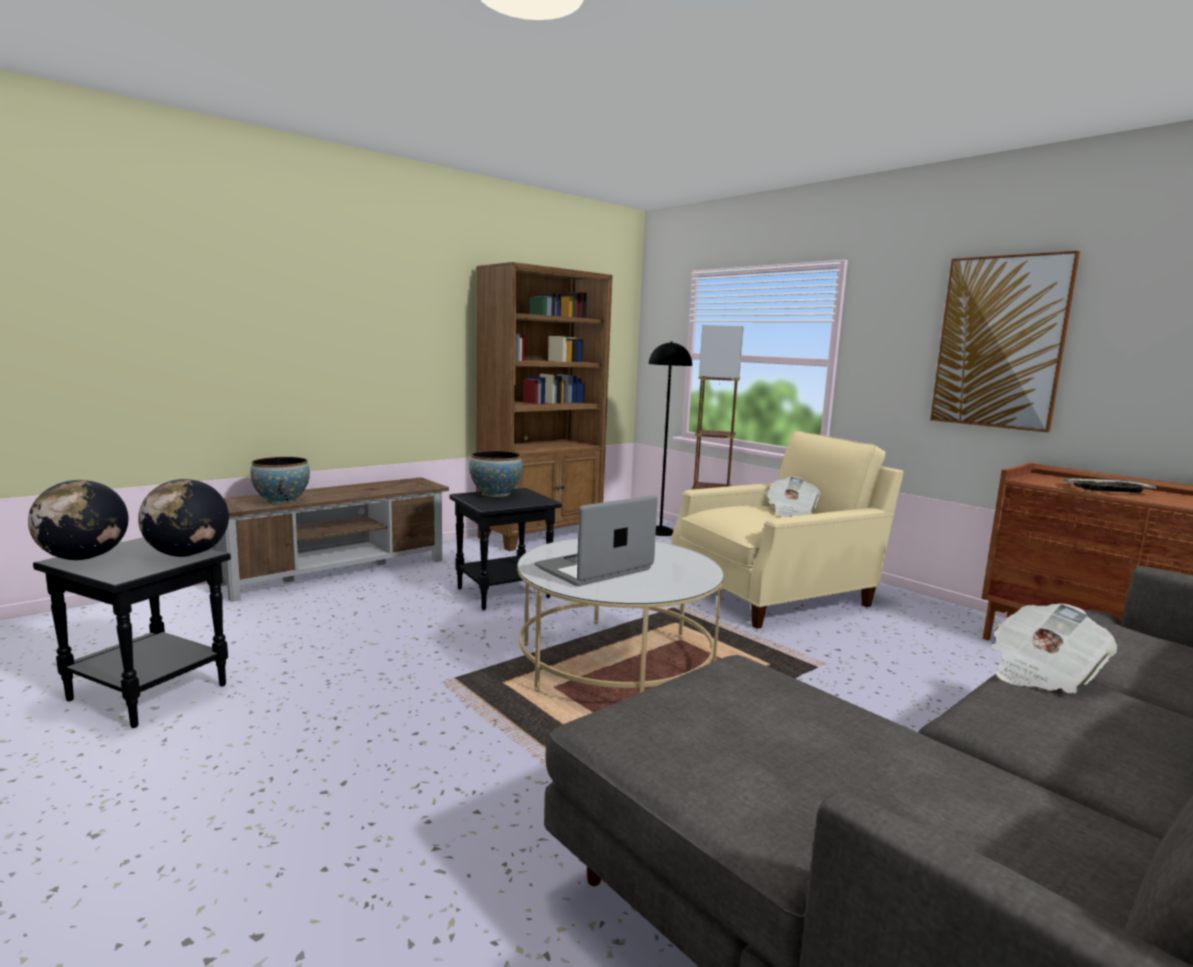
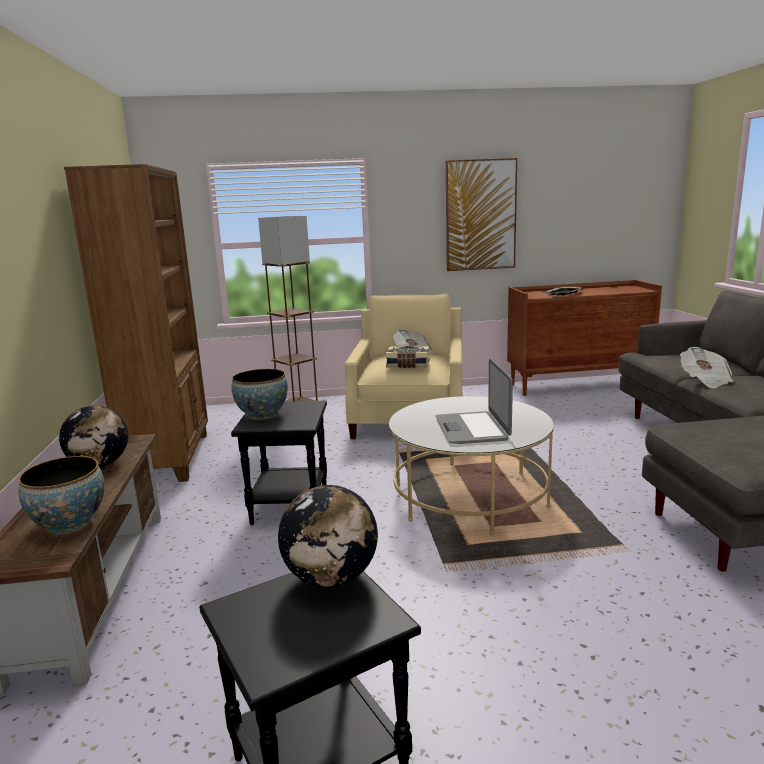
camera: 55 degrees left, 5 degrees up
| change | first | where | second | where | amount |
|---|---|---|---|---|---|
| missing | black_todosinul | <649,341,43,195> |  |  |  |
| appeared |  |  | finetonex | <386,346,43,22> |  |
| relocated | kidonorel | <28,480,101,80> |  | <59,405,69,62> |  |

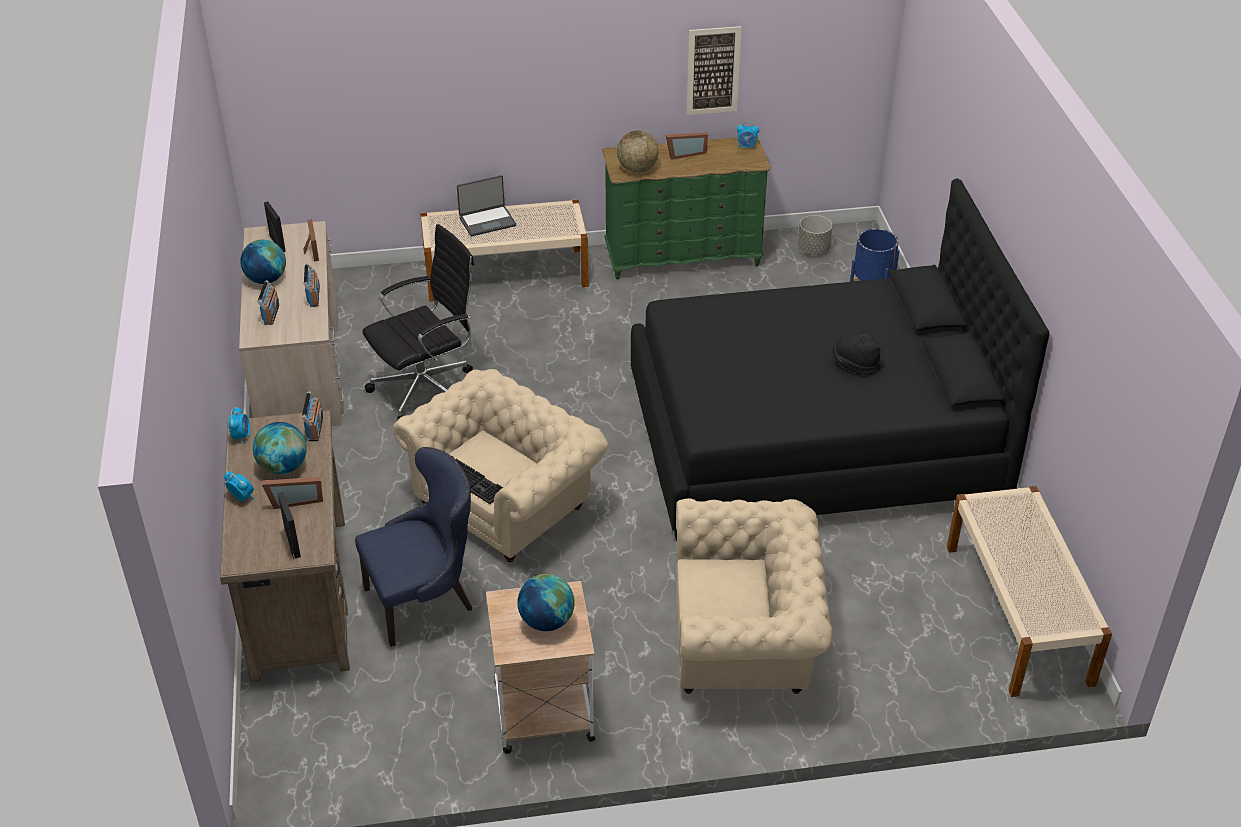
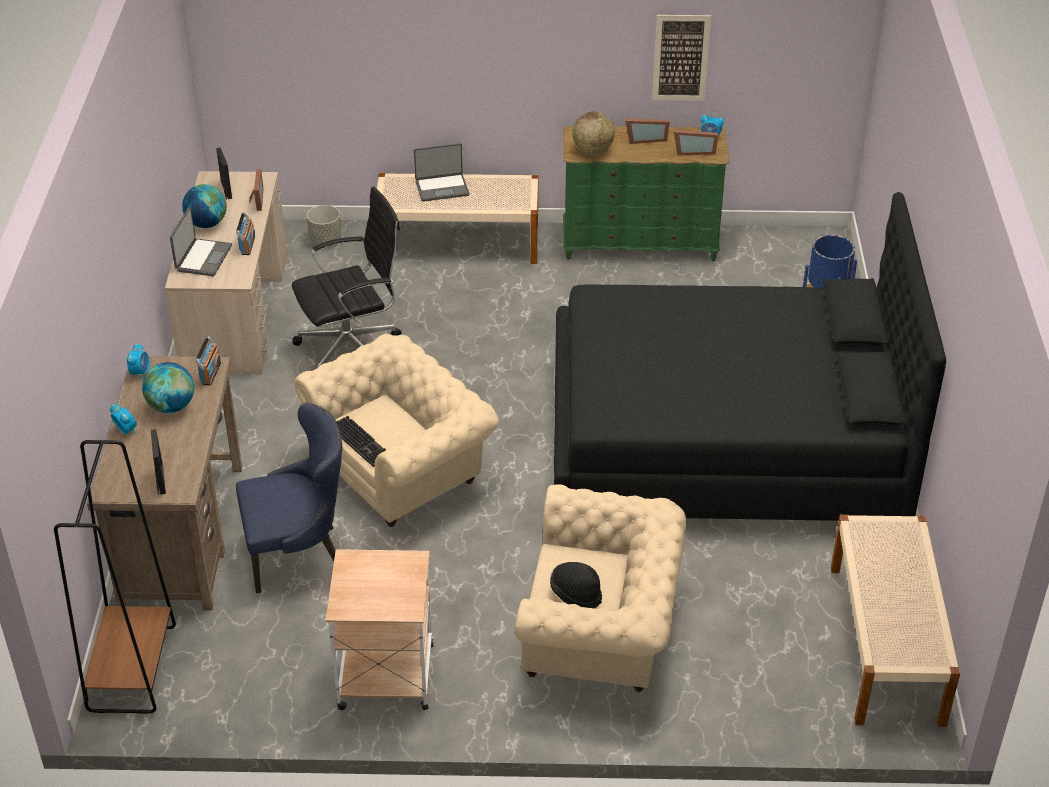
camera: 10 degrees right, 0 degrees up
| change | first | where | second | where | amount |
|---|---|---|---|---|---|
| missing | kidonorel | <518,574,57,57> |  |  |  |
| appeared |  |  | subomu | <54,440,122,274> |  |
| relocated | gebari | <261,477,62,32> |  | <673,129,45,27> |  |
| relocated | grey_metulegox | <798,215,34,40> |  | <307,205,35,40> |  |
| relocated | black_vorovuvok | <833,334,48,41> |  | <550,562,52,46> |  |
| exchanged | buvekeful | <258,280,21,45> | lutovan | <170,207,62,69> |  |

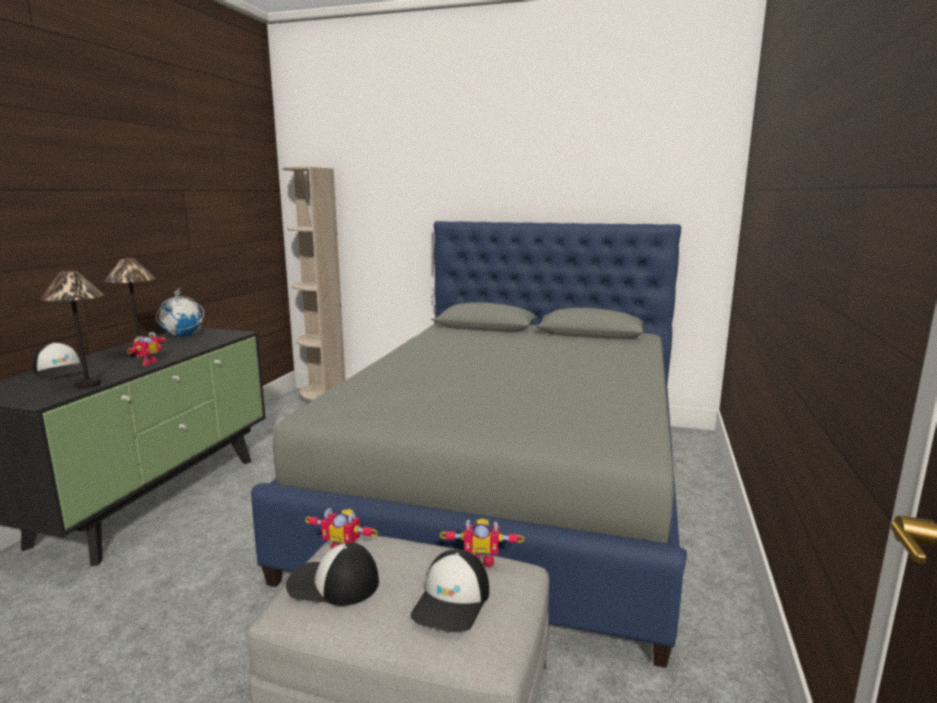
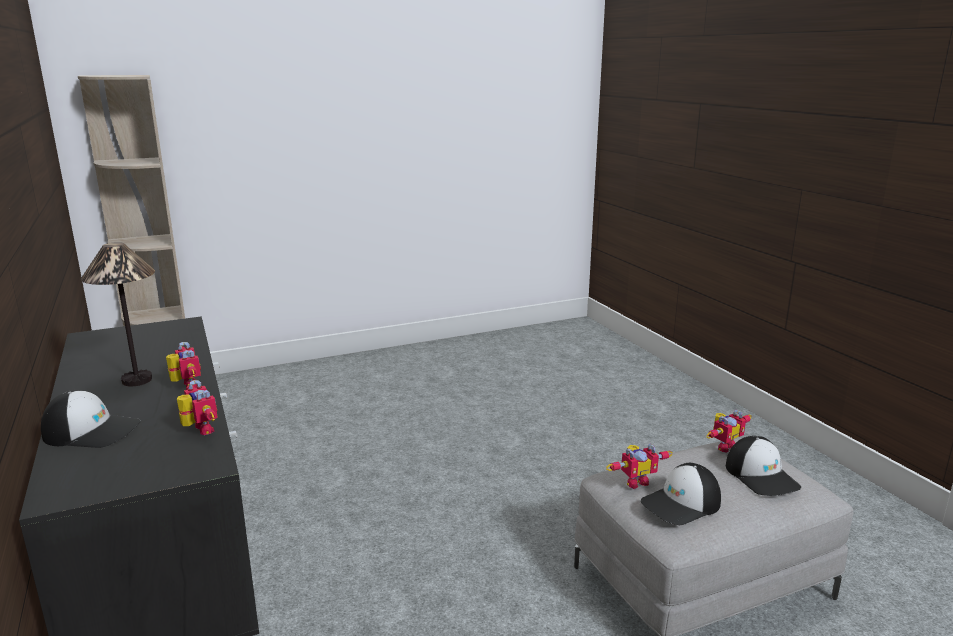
camera: 40 degrees left, 5 degrees up
| change | first | where | second | where | amount |
|---|---|---|---|---|---|
| missing | kidonorel | <156,288,48,49> |  |  |  |
| missing | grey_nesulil | <251,221,436,447> |  |  |  |
| exchanged | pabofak | <40,271,64,118> | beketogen | <177,380,41,55> |  |

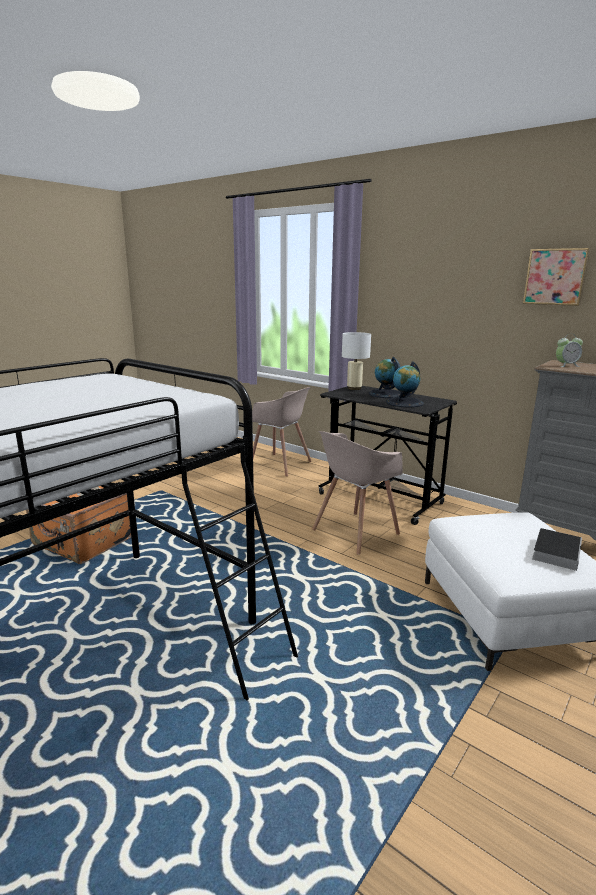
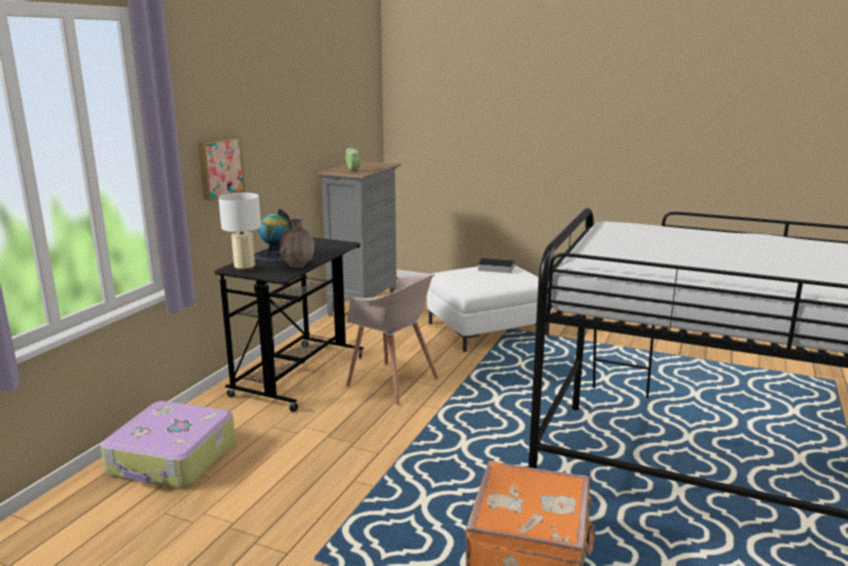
camera: 105 degrees left, 0 degrees up
| change | first | where | second | where | amount |
|---|---|---|---|---|---|
| missing | kidonorel | <386,361,38,47> |  |  |  |
| appeared |  |  | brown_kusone | <279,217,36,51> |  |
| relocated | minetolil | <523,248,67,58> |  | <198,136,47,65> |  |
| exchanged | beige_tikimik | <252,387,60,89> | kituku | <101,401,134,87> |  |

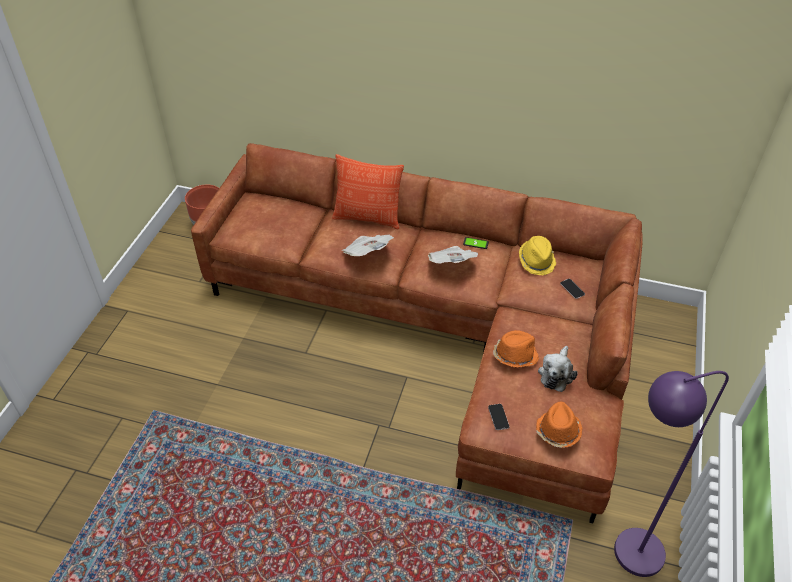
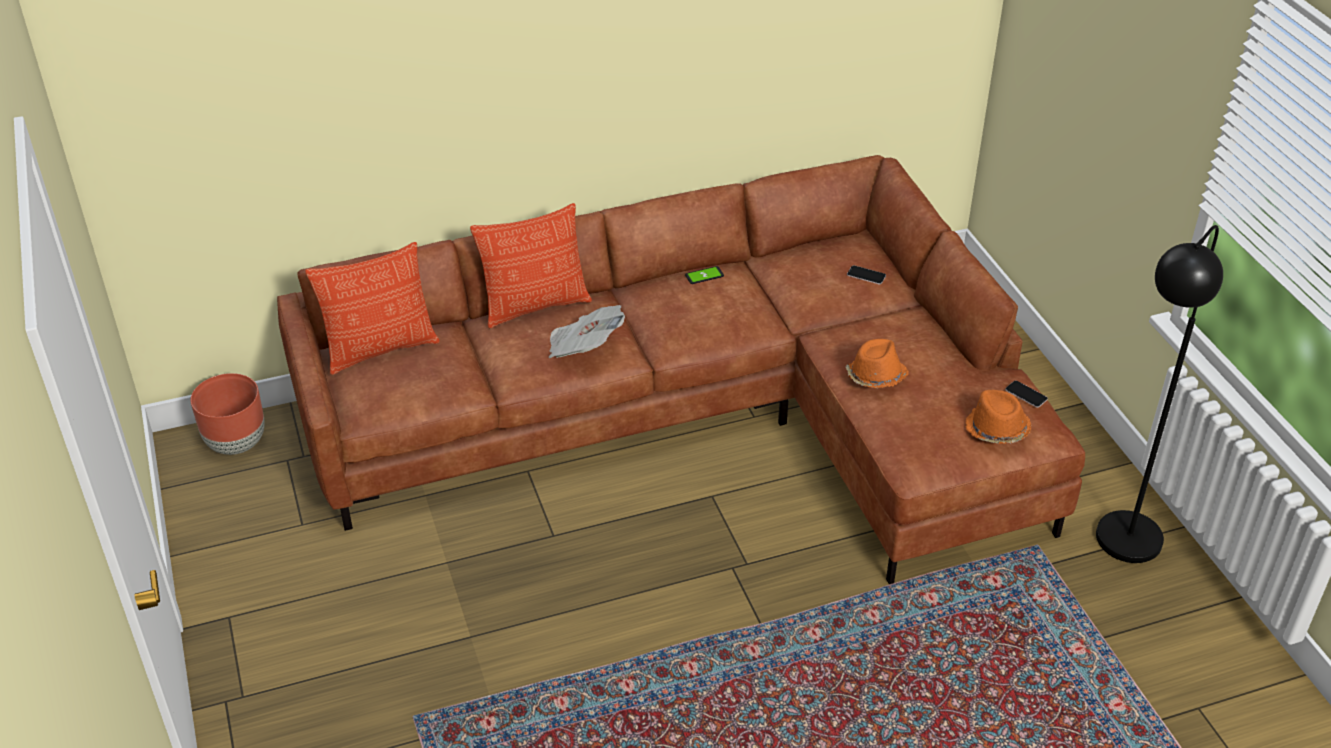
camera: 35 degrees left, 5 degrees down
| change | first | where | second | where | amount |
|---|---|---|---|---|---|
| missing | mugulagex | <428,246,50,17> |  |  |  |
| missing | yellow_vorovuvok | <519,236,37,39> |  |  |  |
| missing | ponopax | <538,346,40,46> |  |  |  |
| appeared |  |  | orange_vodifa | <305,242,135,133> |  |
| relocated | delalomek | <488,404,21,26> |  | <1005,380,43,28> |  |
| colour | purple_todosinul | <614,371,115,206> | black_todosinul | <1096,225,127,338> |  |

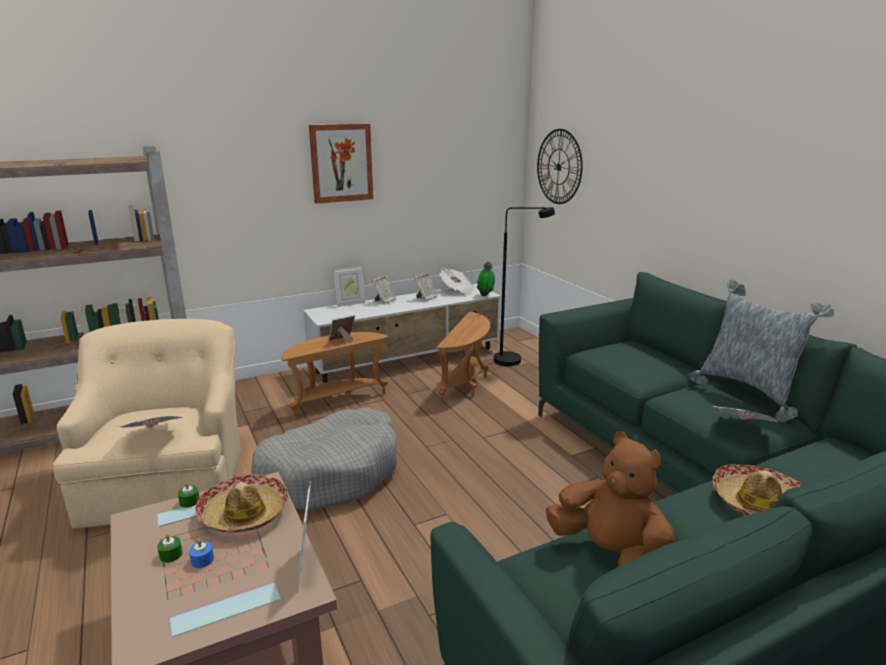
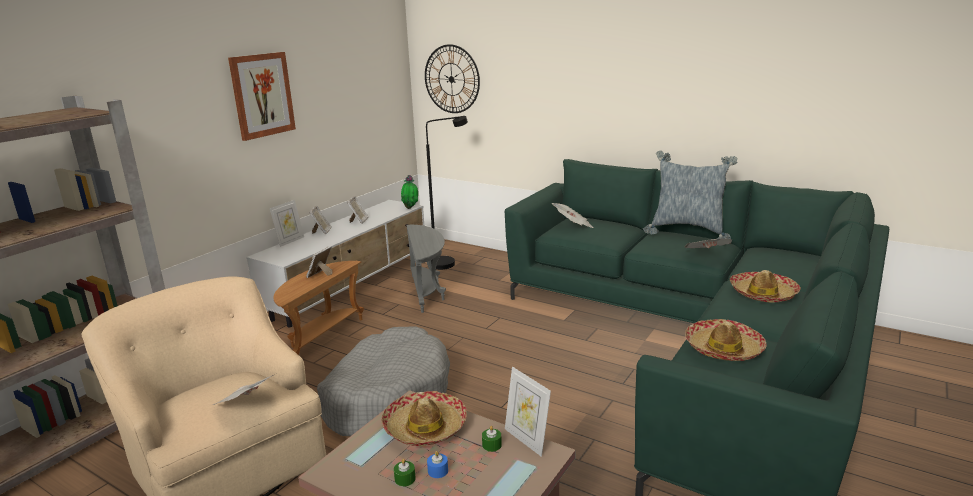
camera: 30 degrees left, 0 degrees up
| change | first | where | second | where | amount |
|---|---|---|---|---|---|
| relocated | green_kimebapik | <178,482,21,26> |  | <482,426,20,26> |  |
| relocated | mugulagex | <439,268,36,27> |  | <552,203,42,25> |  |
| exchanged | brown_ponopax | <546,431,129,136> | vorovuvok | <685,319,82,42> |  |
| colour | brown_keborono | <437,312,53,91> | grey_keborono | <406,224,40,89> |  |

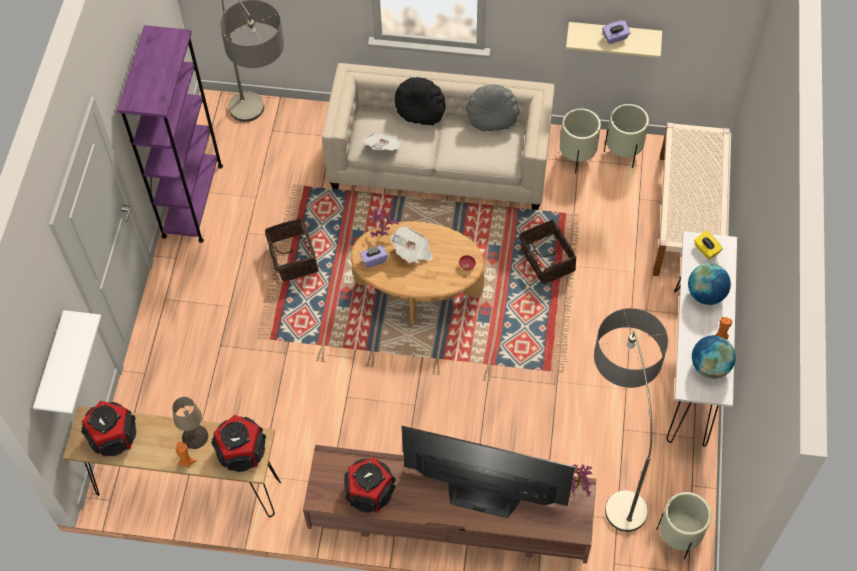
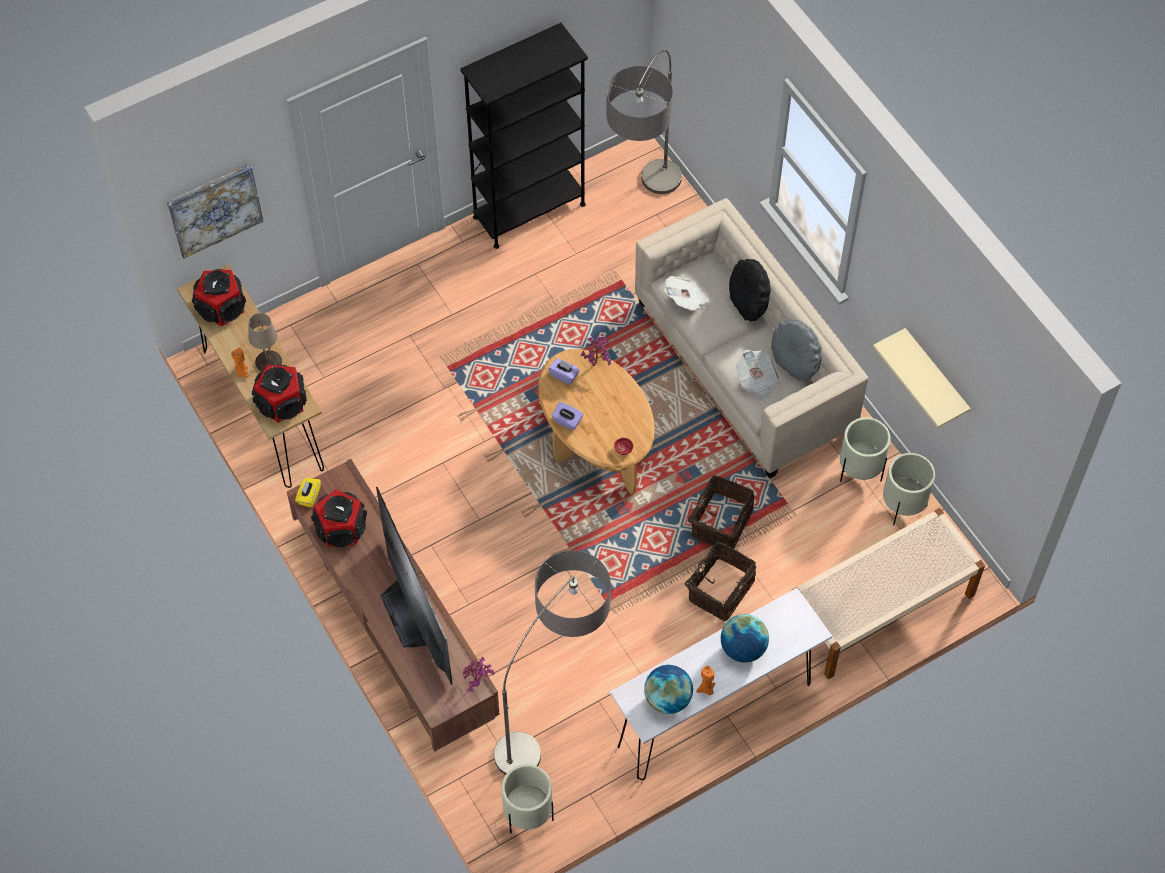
camera: 50 degrees right, 0 degrees up
| change | first | where | second | where | amount |
|---|---|---|---|---|---|
| relocated | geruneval | <265,218,54,64> |  | <678,541,78,80> |  |
| relocated | mugulagex | <391,226,42,37> |  | <736,349,45,52> |  |
| relocated | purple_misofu | <602,20,28,24> |  | <551,402,32,28> |  |
| relocated | yellow_misofu | <694,231,29,29> |  | <295,477,26,30> |  |
| exchanged | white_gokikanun | <33,310,68,104> | minetolil | <167,164,96,95> |  |
| colour | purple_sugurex | <117,25,106,218> | black_sugurex | <460,23,128,226> |  |

